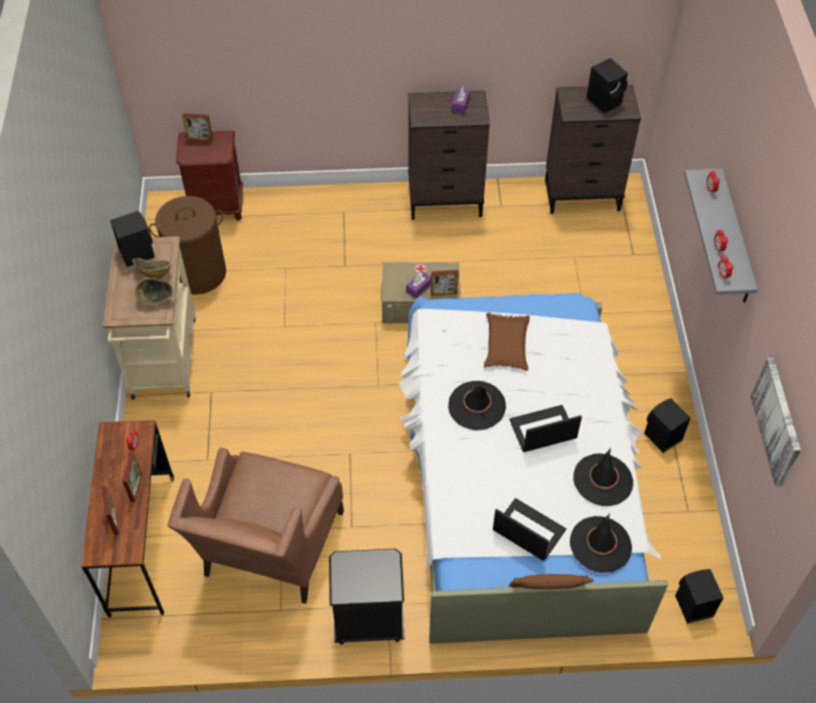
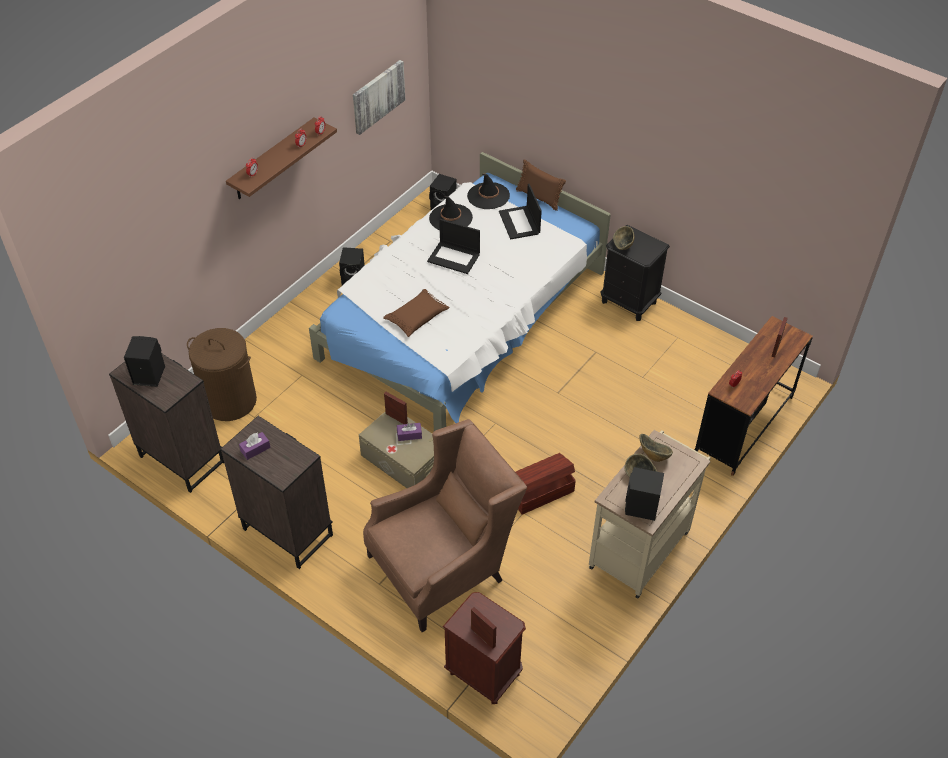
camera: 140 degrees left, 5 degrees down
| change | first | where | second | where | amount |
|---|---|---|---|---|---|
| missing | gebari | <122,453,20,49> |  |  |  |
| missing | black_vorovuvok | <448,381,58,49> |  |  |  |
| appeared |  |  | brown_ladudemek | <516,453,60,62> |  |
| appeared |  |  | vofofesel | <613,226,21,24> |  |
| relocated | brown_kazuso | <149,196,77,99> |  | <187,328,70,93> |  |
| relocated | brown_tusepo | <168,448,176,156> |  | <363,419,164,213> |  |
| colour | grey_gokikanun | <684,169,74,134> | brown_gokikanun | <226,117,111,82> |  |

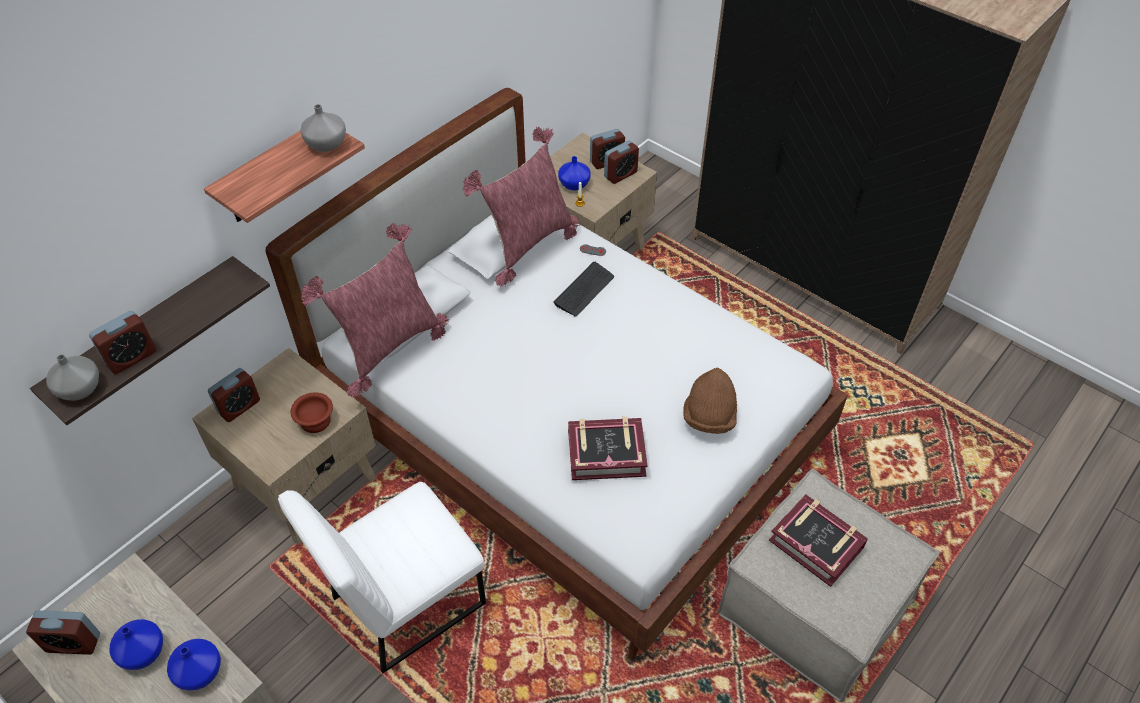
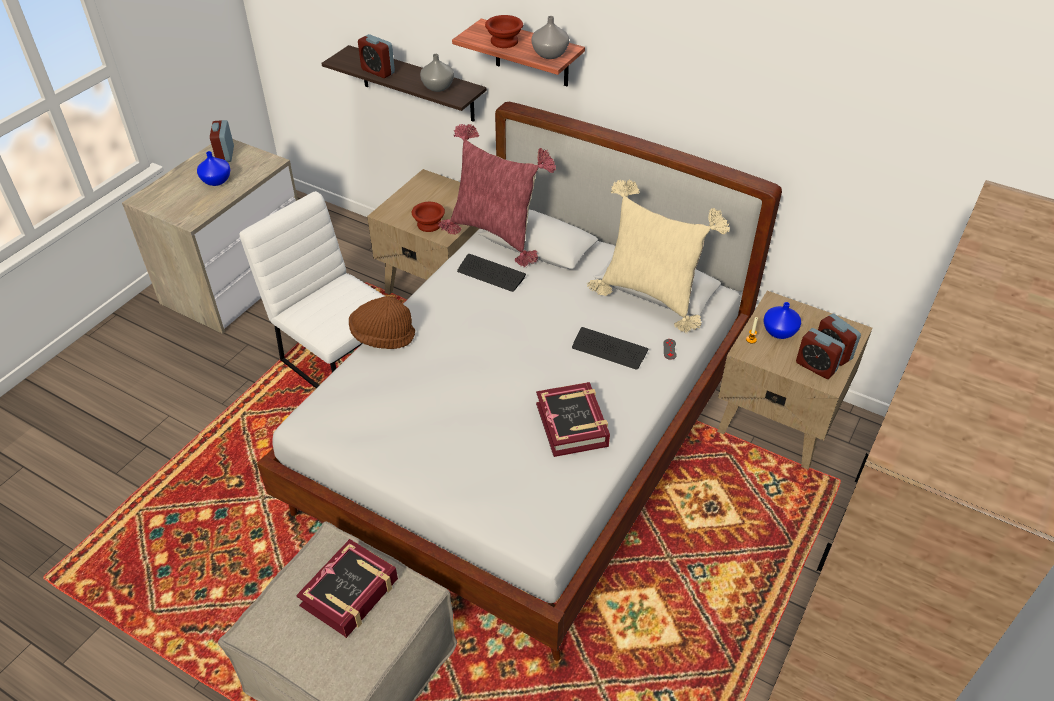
camera: 80 degrees right, 5 degrees down
| change | first | where | second | where | amount |
|---|---|---|---|---|---|
| missing | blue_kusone | <167,639,54,51> |  |  |  |
| missing | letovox | <208,368,52,54> |  |  |  |
| appeared |  |  | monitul | <457,254,69,38> |  |
| appeared |  |  | brown_vofofesel | <485,15,38,33> |  |
| relocated | grey_kusone | <46,354,53,47> |  | <420,54,34,38> |  |
| relocated | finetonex | <568,417,79,63> |  | <536,382,74,75> |  |
| relocated | brown_vorovuvok | <683,367,54,67> |  | <349,296,66,53> |  |
| colour | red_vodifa | <463,126,118,161> | beige_vodifa | <587,180,143,154> |  |

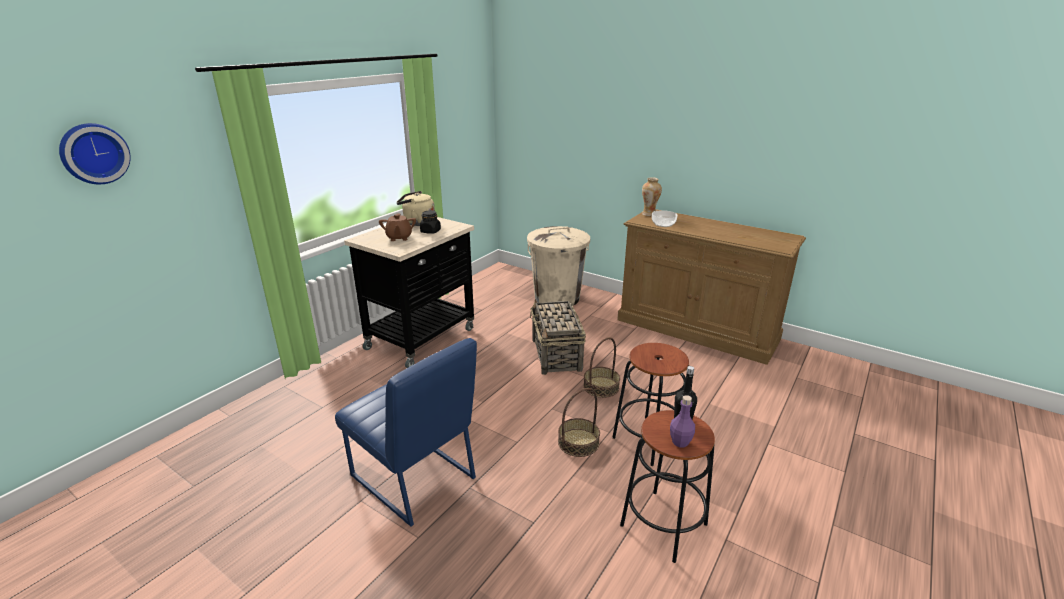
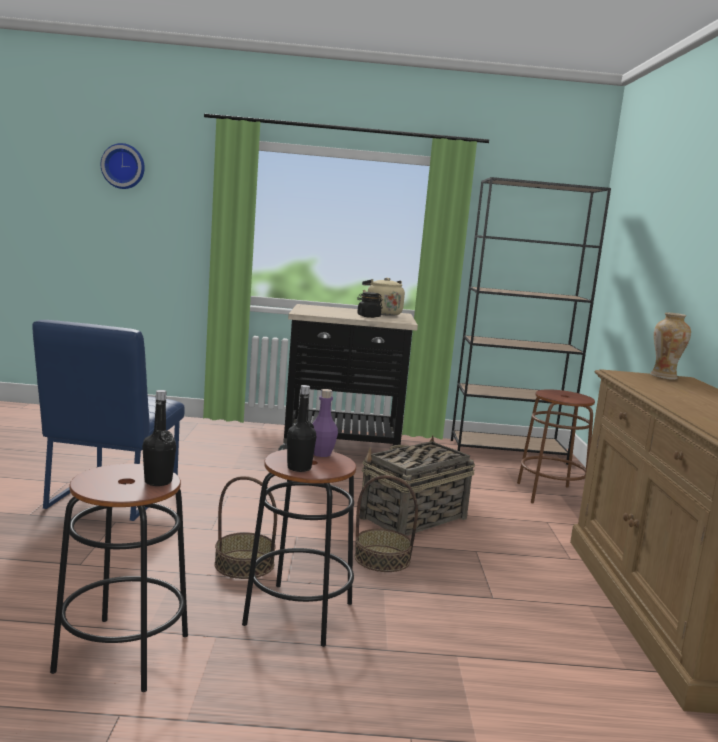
camera: 55 degrees right, 15 degrees down
| change | first | where | second | where | amount |
|---|---|---|---|---|---|
| missing | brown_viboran | <379,214,37,27> |  |  |  |
| missing | vofofesel | <652,210,25,17> |  |  |  |
| appeared |  |  | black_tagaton | <287,385,30,87> |  |
| appeared |  |  | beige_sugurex | <451,177,160,288> |  |
| relocated | purple_tagaton | <670,395,25,53> |  | <312,389,26,68> |  |
| exchanged | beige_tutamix | <527,226,63,79> | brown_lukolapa | <517,389,78,114> |  |

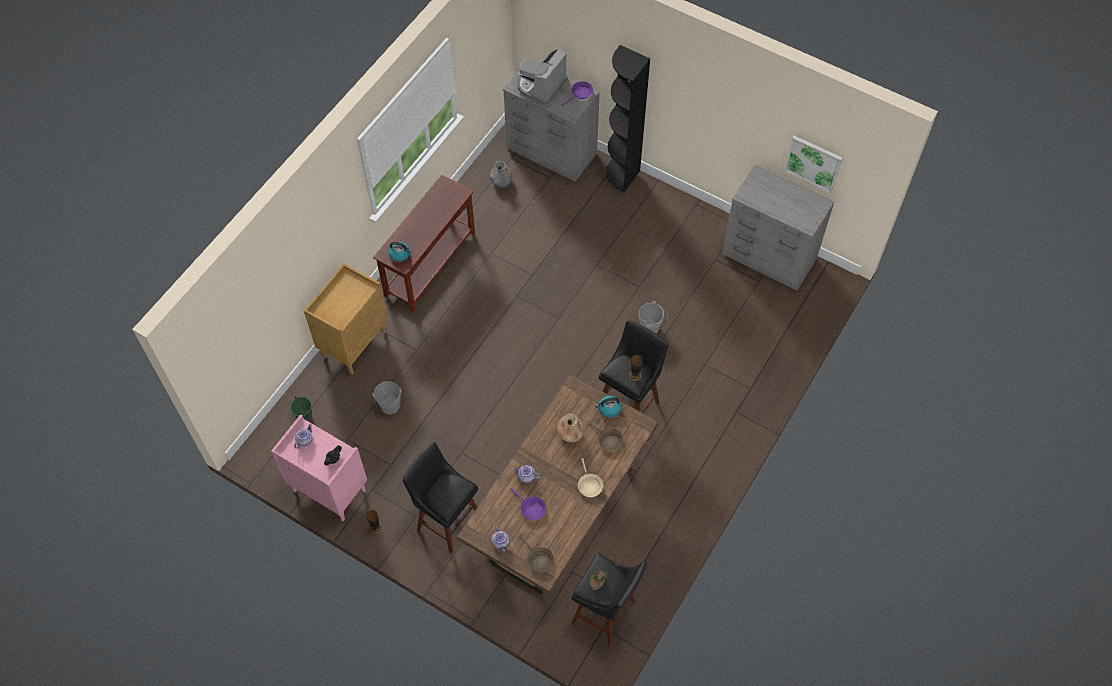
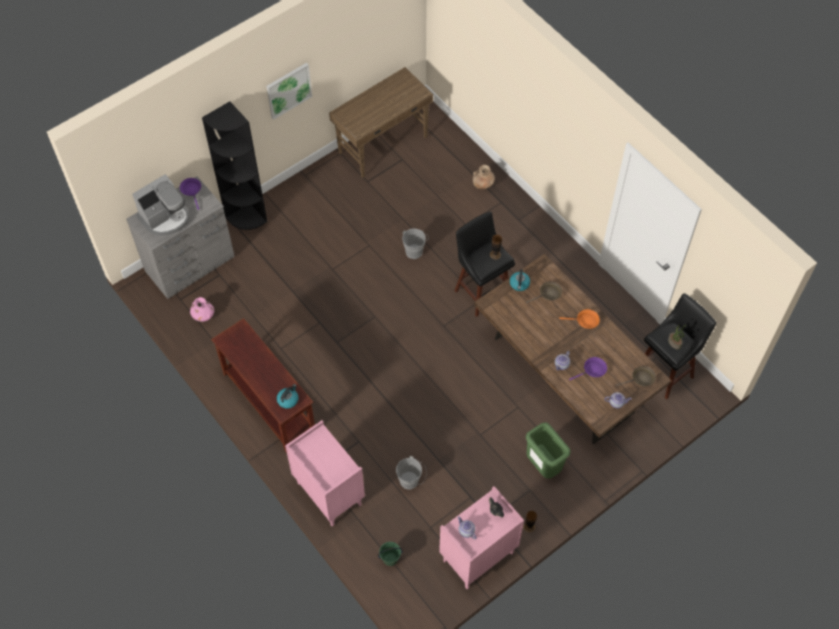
camera: 70 degrees left, 0 degrees up
| change | first | where | second | where | amount |
|---|---|---|---|---|---|
| relocated | brown_kusone | <557,414,27,29> |  | <473,165,22,24> |  |
| relocated | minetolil | <784,136,58,57> |  | <266,63,46,57> |  |
| exchanged | black_lukolapa | <403,442,75,112> | green_tutamix | <526,423,45,56> |  |
| exchanged | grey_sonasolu | <722,165,113,126> | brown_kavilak | <329,67,104,111> |  |
| colour | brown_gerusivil | <304,263,84,111> | pink_gerusivil | <285,420,80,106> |  |
| colour | grey_kusone | <490,161,22,27> | pink_kusone | <190,297,24,25> |  |
| colour | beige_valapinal | <578,458,25,39> | orange_valapinal | <560,309,40,20> |  |
| spun | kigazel | <517,49,51,56> |  | <132,174,57,62> | 90 degrees counterclockwise |

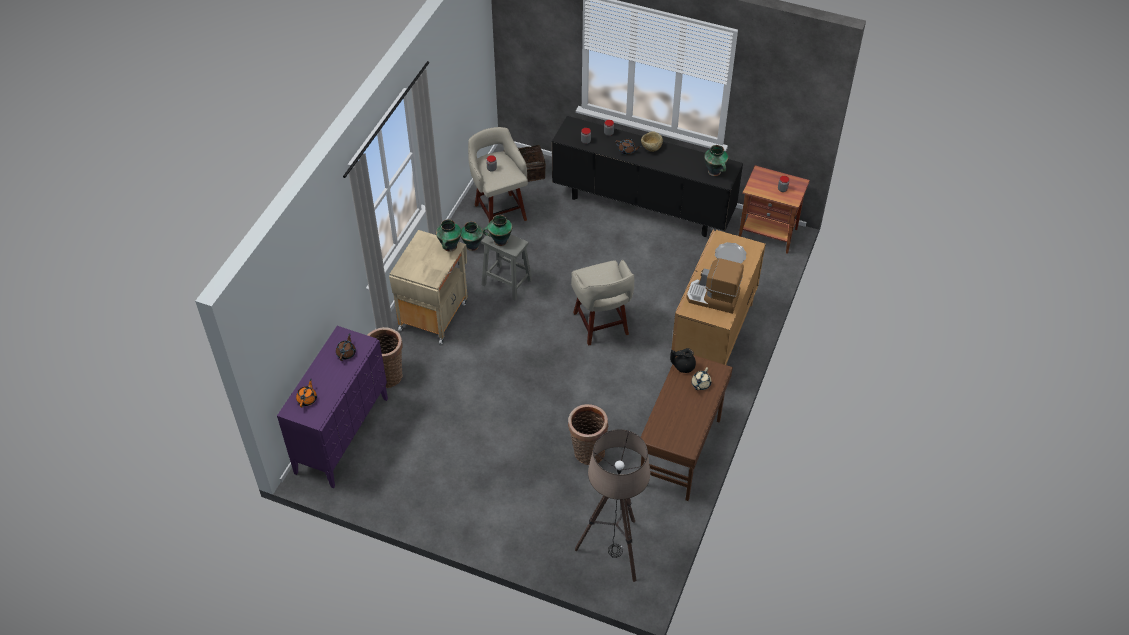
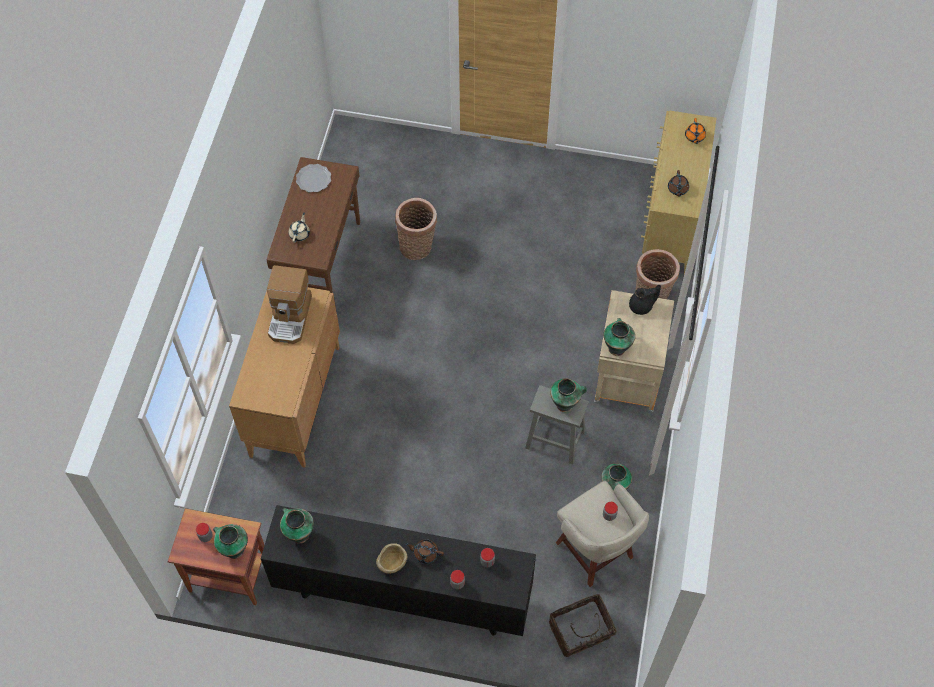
camera: 170 degrees right, 10 degrees up
| change | first | where | second | where | amount |
|---|---|---|---|---|---|
| missing | beige_lukolapa | <571,260,63,86> |  |  |  |
| missing | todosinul | <575,429,75,153> |  |  |  |
| appeared |  |  | kusone | <213,524,35,35> |  |
| relocated | black_viboran | <670,348,26,25> |  | <629,285,32,30> |  |
| relocated | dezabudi | <715,242,31,22> |  | <296,164,35,29> |  |
| colour | purple_sonasolu | <277,326,111,162> | beige_sonasolu | <641,110,76,164> |  |
| spun | kigazel | <686,258,58,56> |  | <267,265,45,79> | 90 degrees clockwise |

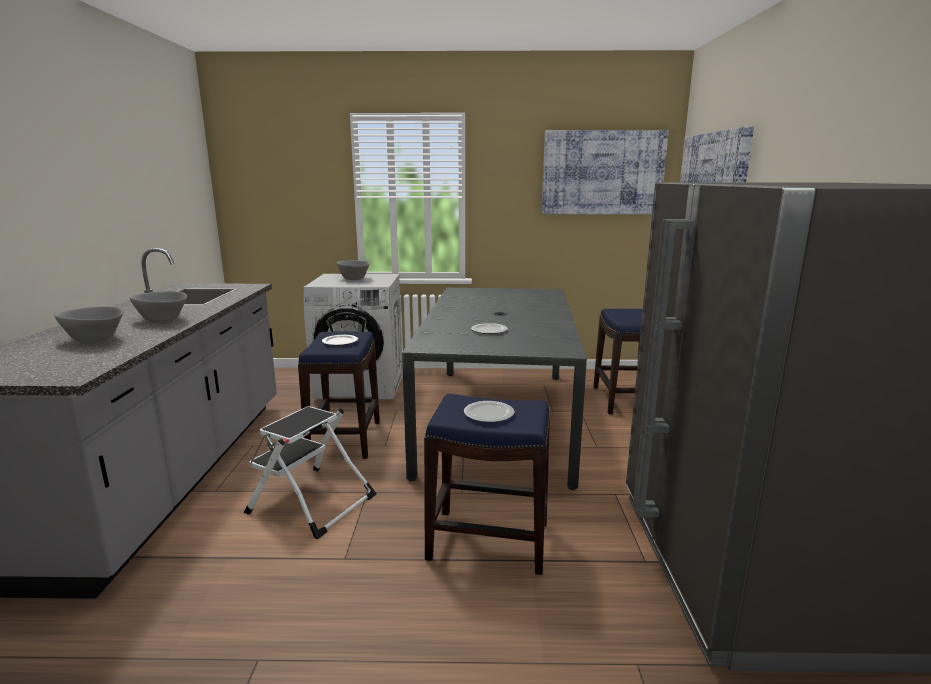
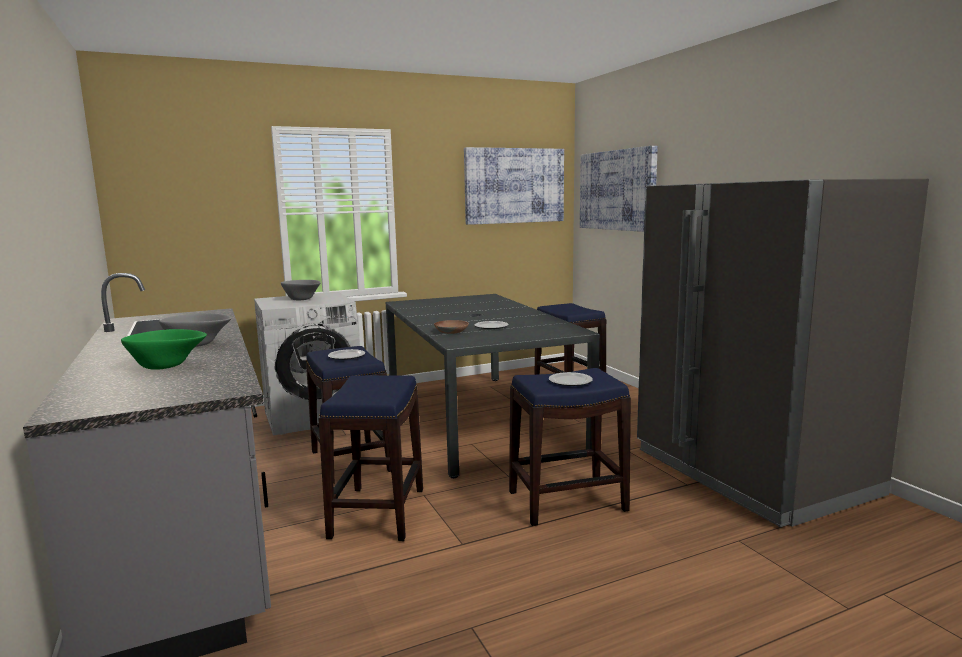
camera: 25 degrees left, 5 degrees down
| change | first | where | second | where | amount |
|---|---|---|---|---|---|
| appeared |  |  | brown_vofofesel | <434,320,35,14> |  |
| exchanged | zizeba | <244,406,132,133> | lukolapa | <318,375,105,166> |  |
| colour | grey_vofofesel | <55,306,68,37> | green_vofofesel | <121,329,86,41> |  |

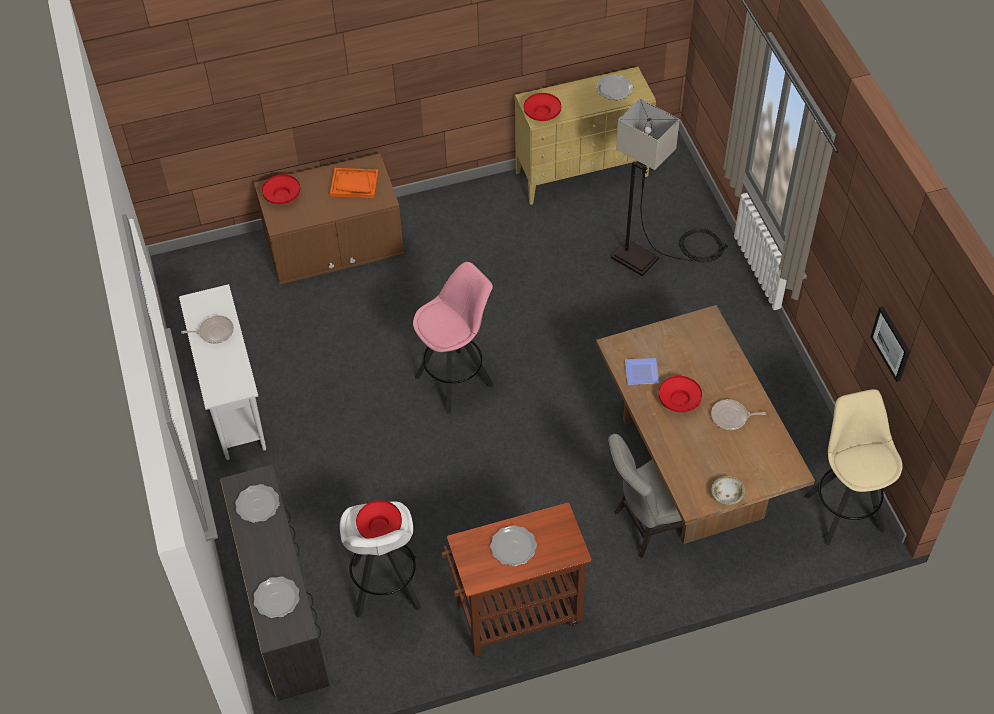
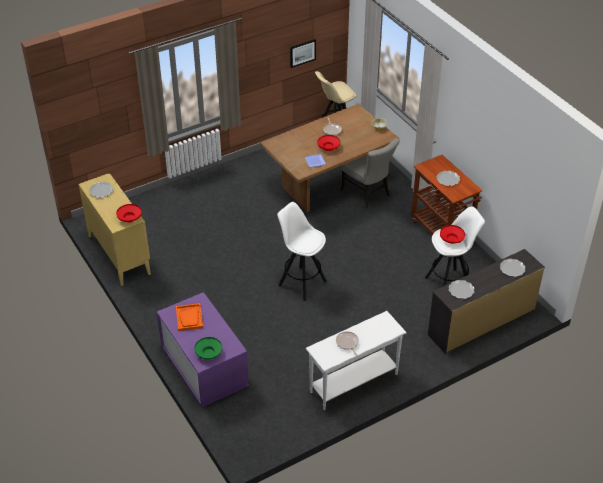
camera: 105 degrees left, 10 degrees down
| change | first | where | second | where | amount |
|---|---|---|---|---|---|
| missing | todosinul | <611,99,117,177> |  |  |  |
| colour | brown_gerusivil | <254,153,150,132> | purple_gerusivil | <157,292,92,115> |  |
| colour | red_vofofesel | <262,174,38,30> | green_vofofesel | <195,337,27,23> |  |
| colour | pink_lukolapa | <413,262,80,152> | white_lukolapa | <277,202,50,99> |  |

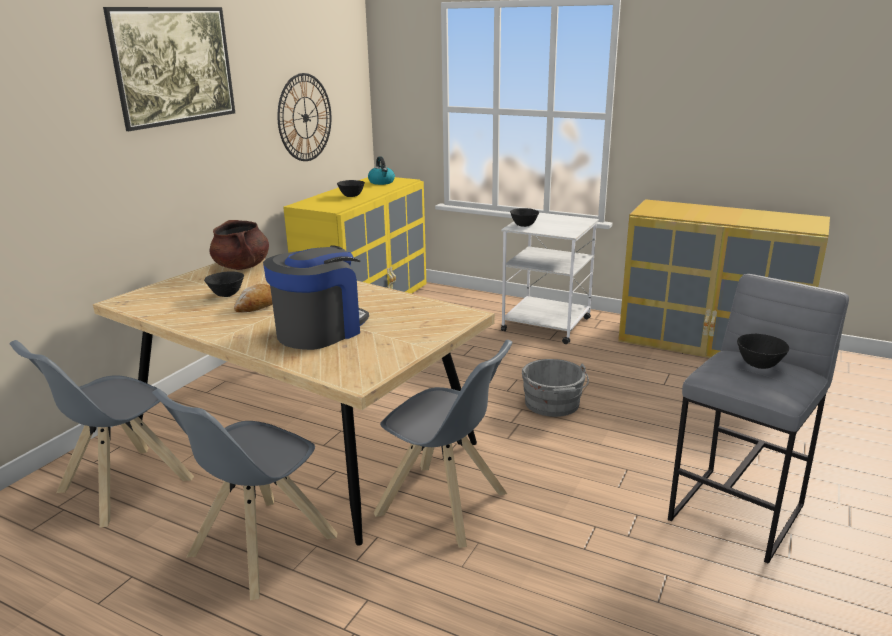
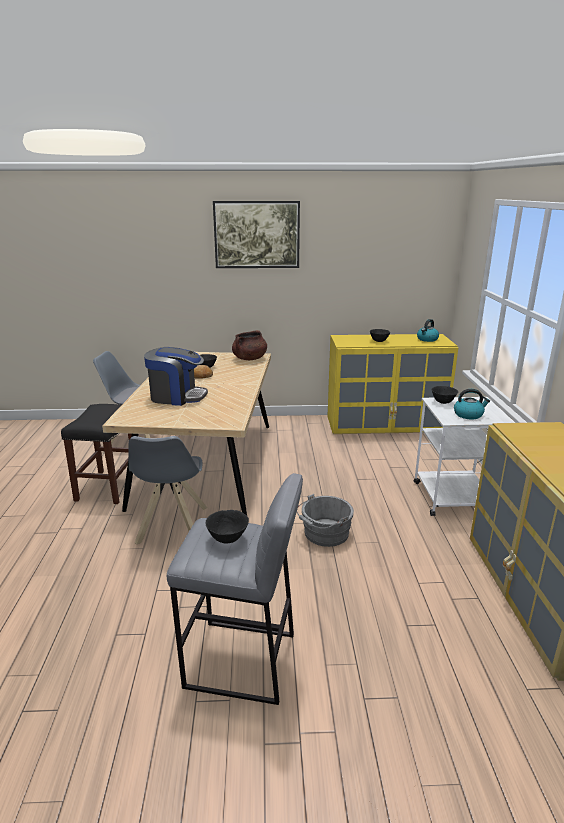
camera: 60 degrees right, 0 degrees up
| change | first | where | second | where | amount |
|---|---|---|---|---|---|
| missing | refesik | <277,73,54,88> |  |  |  |
| appeared |  |  | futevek | <454,389,36,30> |  |
| exchanged | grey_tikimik | <152,389,185,212> | black_lukolapa | <61,404,71,100> |  |

